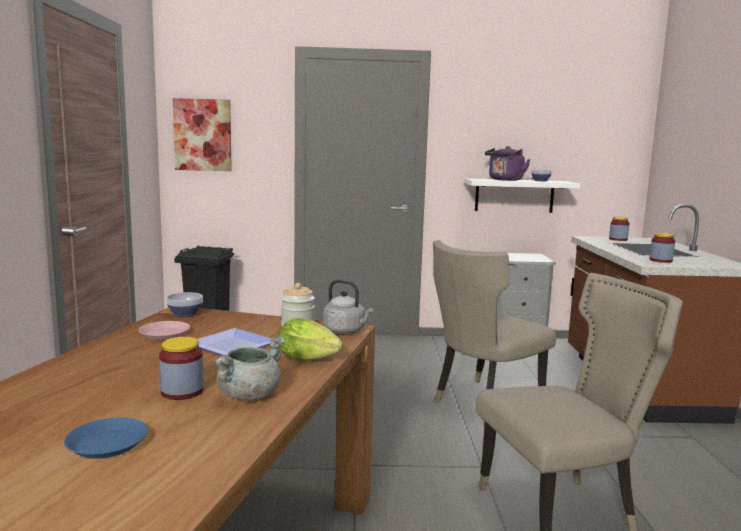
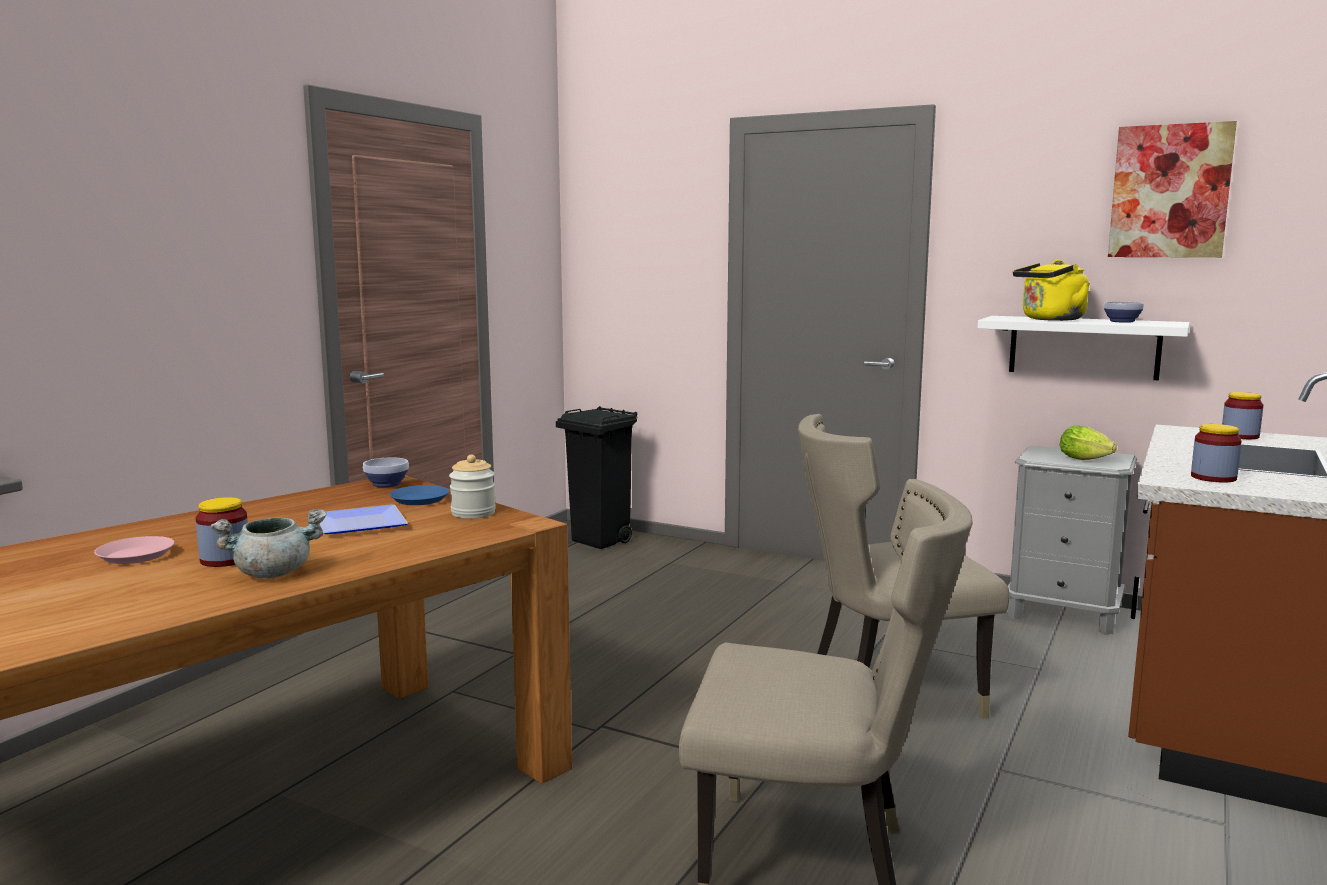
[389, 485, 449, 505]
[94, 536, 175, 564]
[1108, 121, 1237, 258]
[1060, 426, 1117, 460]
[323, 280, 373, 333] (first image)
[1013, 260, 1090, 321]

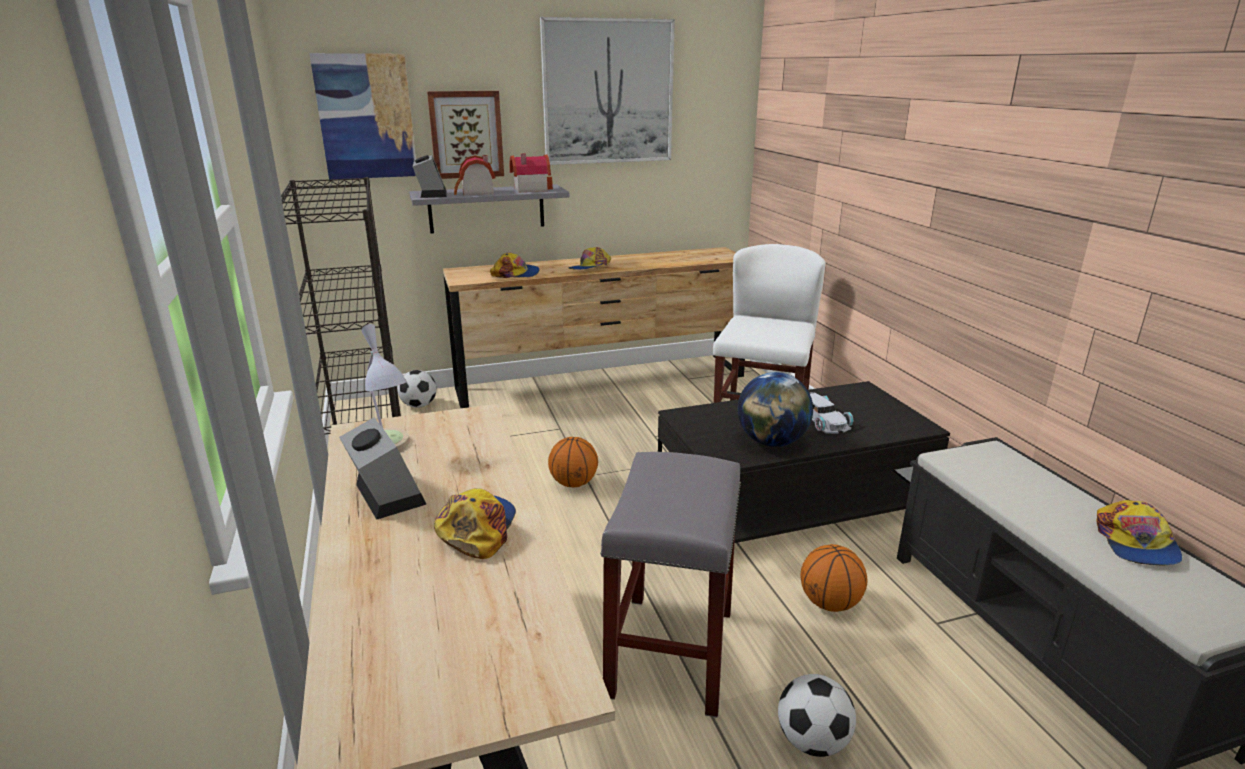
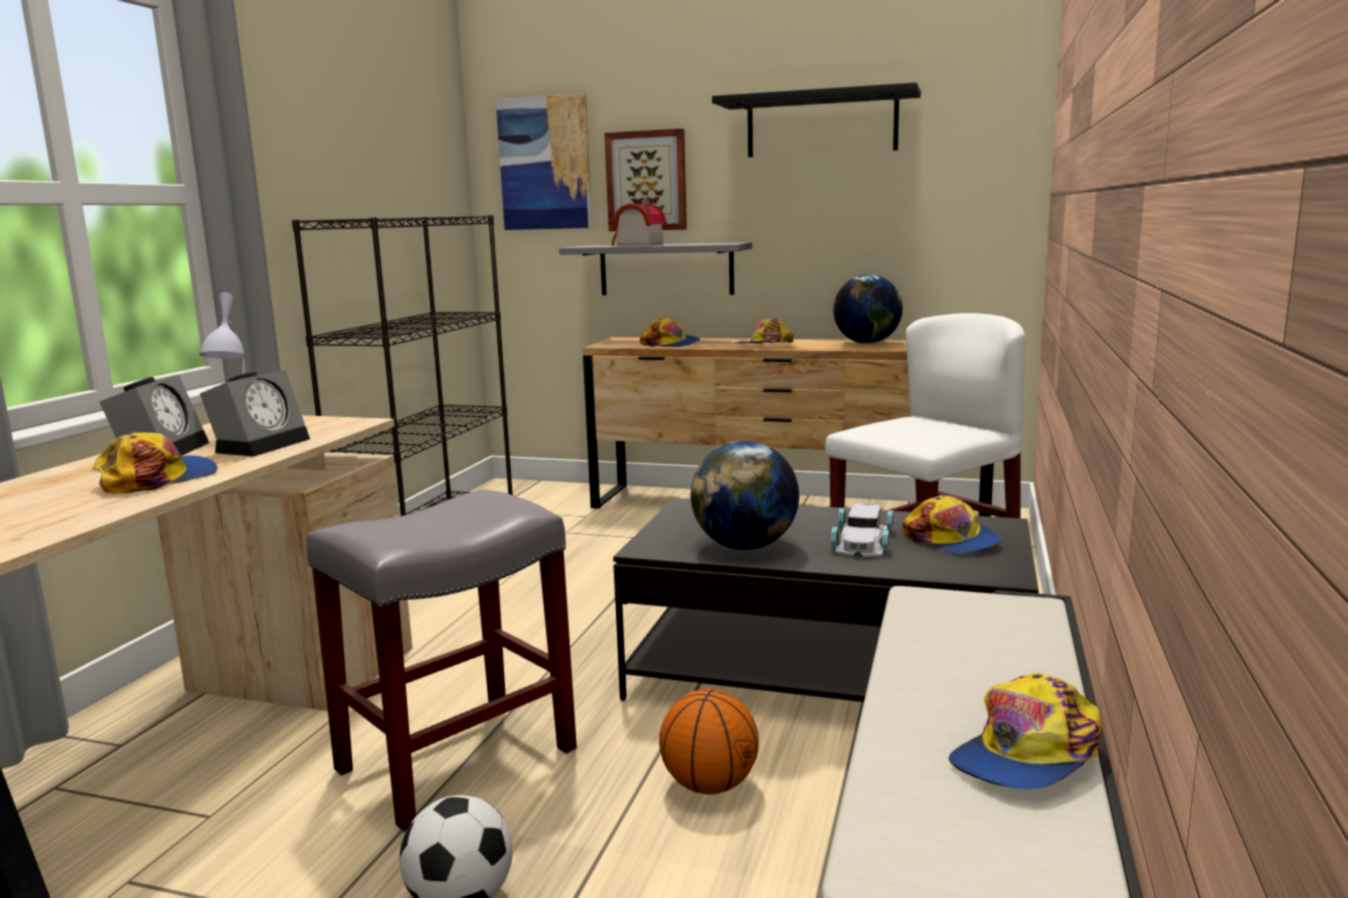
[398, 370, 437, 408] (first image)
[200, 370, 310, 457]
[510, 153, 553, 192] (first image)
[712, 82, 921, 157]
[548, 437, 598, 488] (first image)
[833, 274, 903, 344]
[902, 495, 1001, 555]

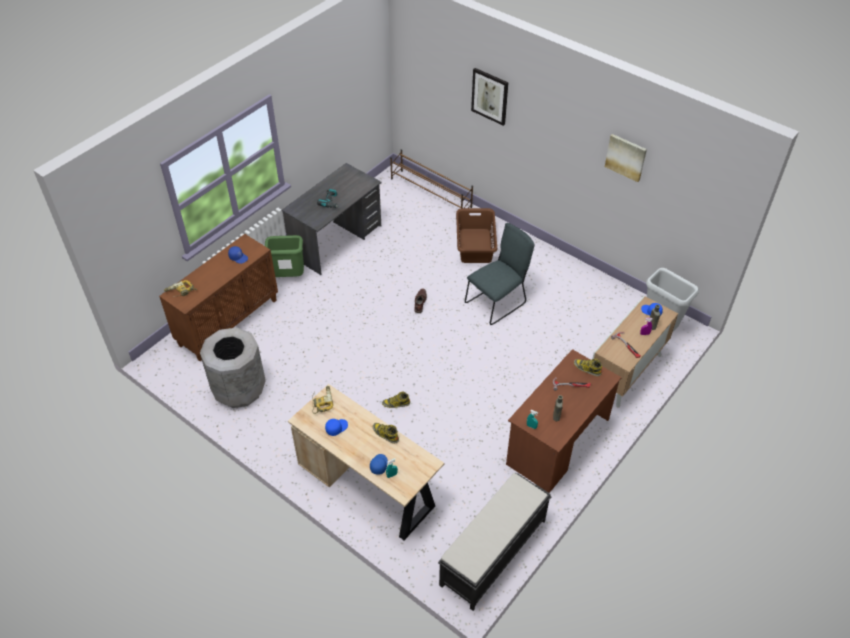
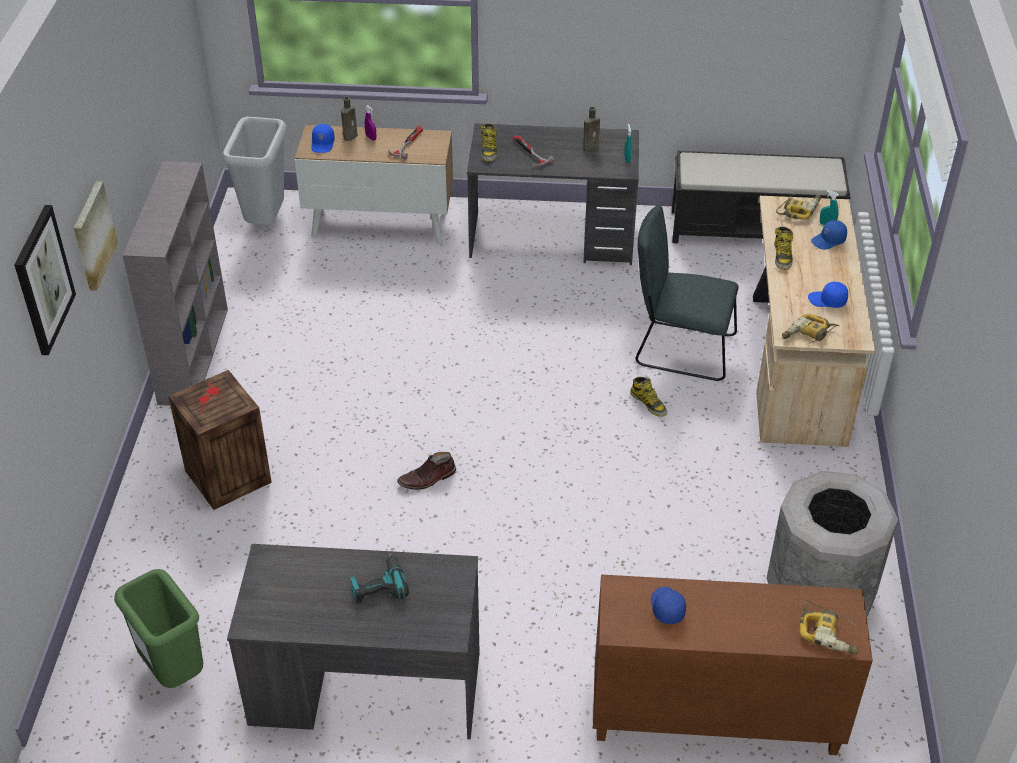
[114, 569, 203, 688]
[390, 149, 473, 208] (first image)
[168, 370, 272, 510]
[636, 204, 739, 381]
[467, 124, 639, 265]
[74, 181, 118, 291]
[122, 161, 228, 406]
[776, 193, 821, 220]

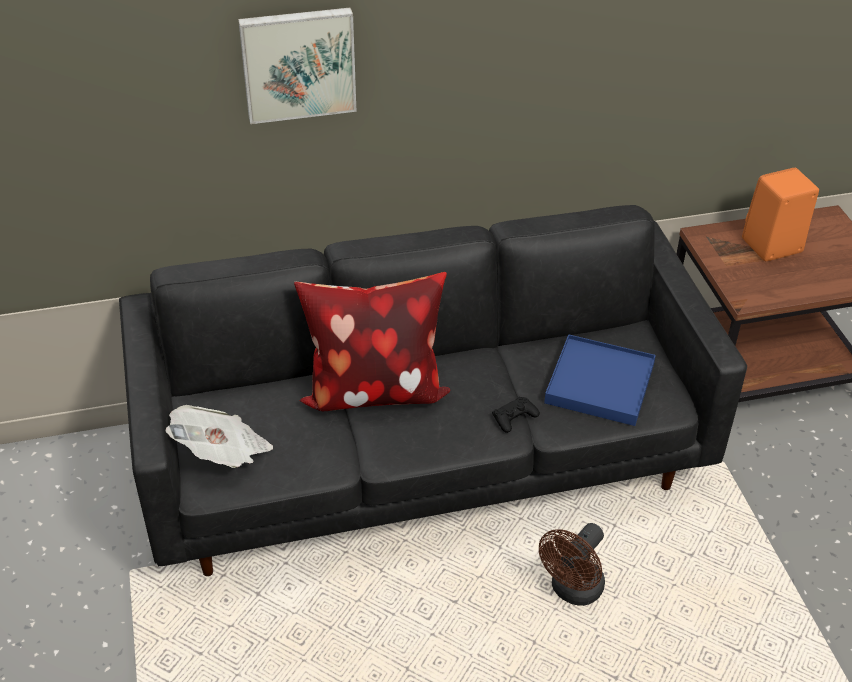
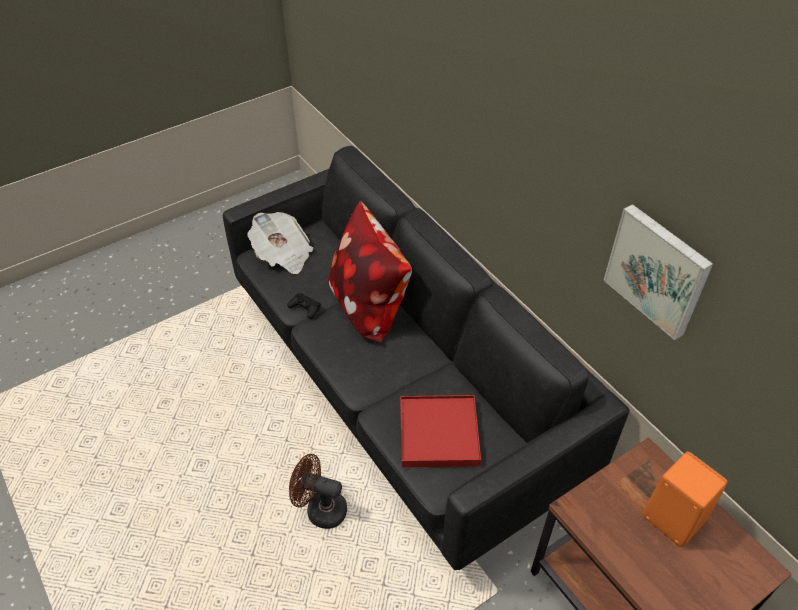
[603, 204, 713, 340]
[287, 293, 321, 319]
[400, 395, 481, 467]

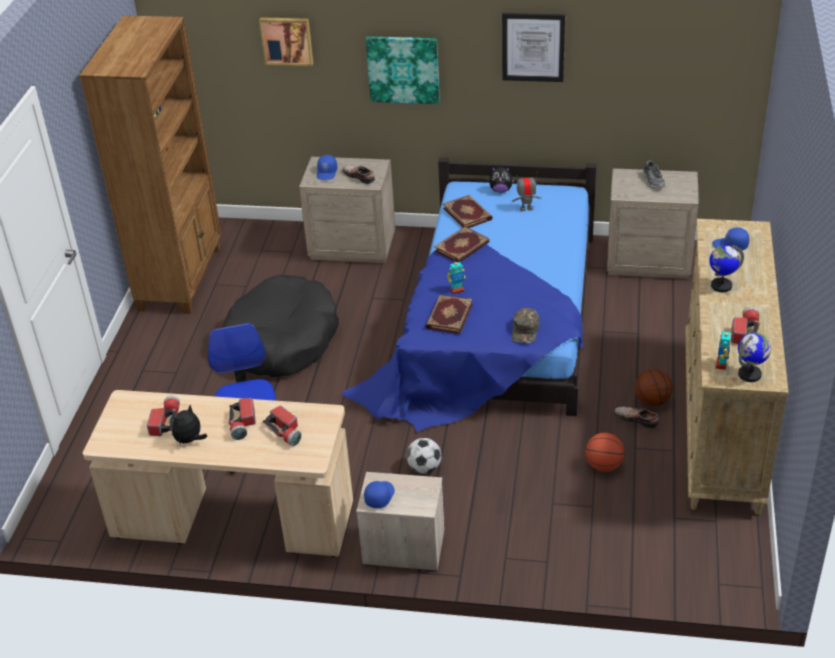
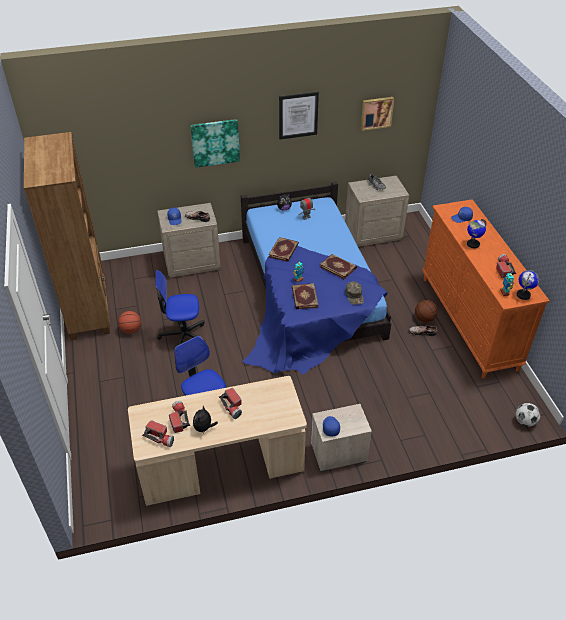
[155, 270, 205, 345]
[361, 97, 394, 131]
[142, 420, 174, 447]
[516, 403, 540, 427]
[320, 254, 357, 279]
[118, 311, 141, 334]
[422, 199, 550, 379]

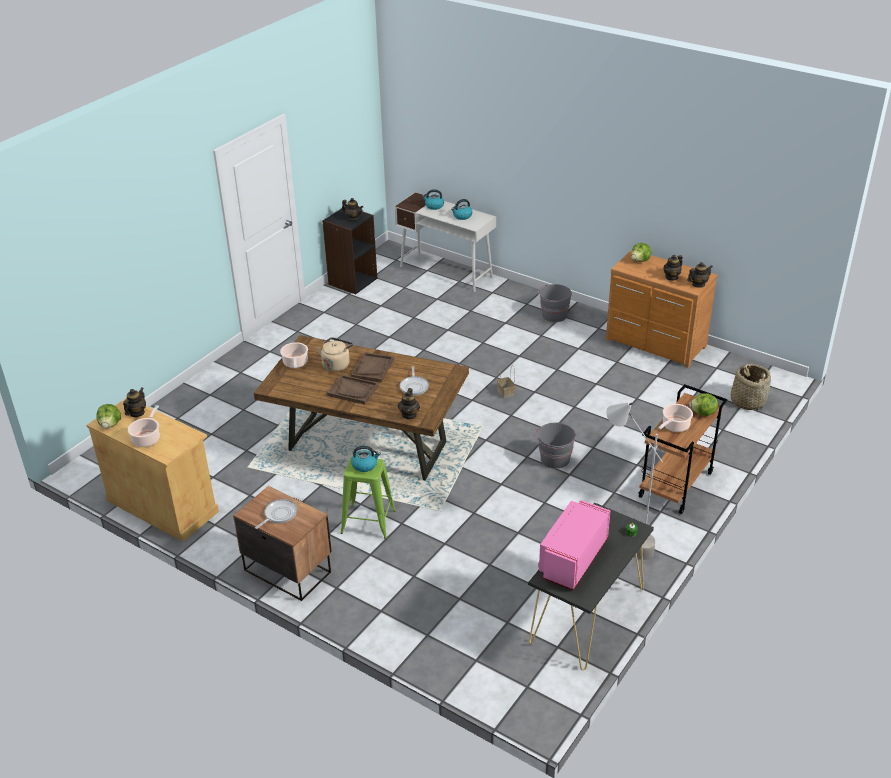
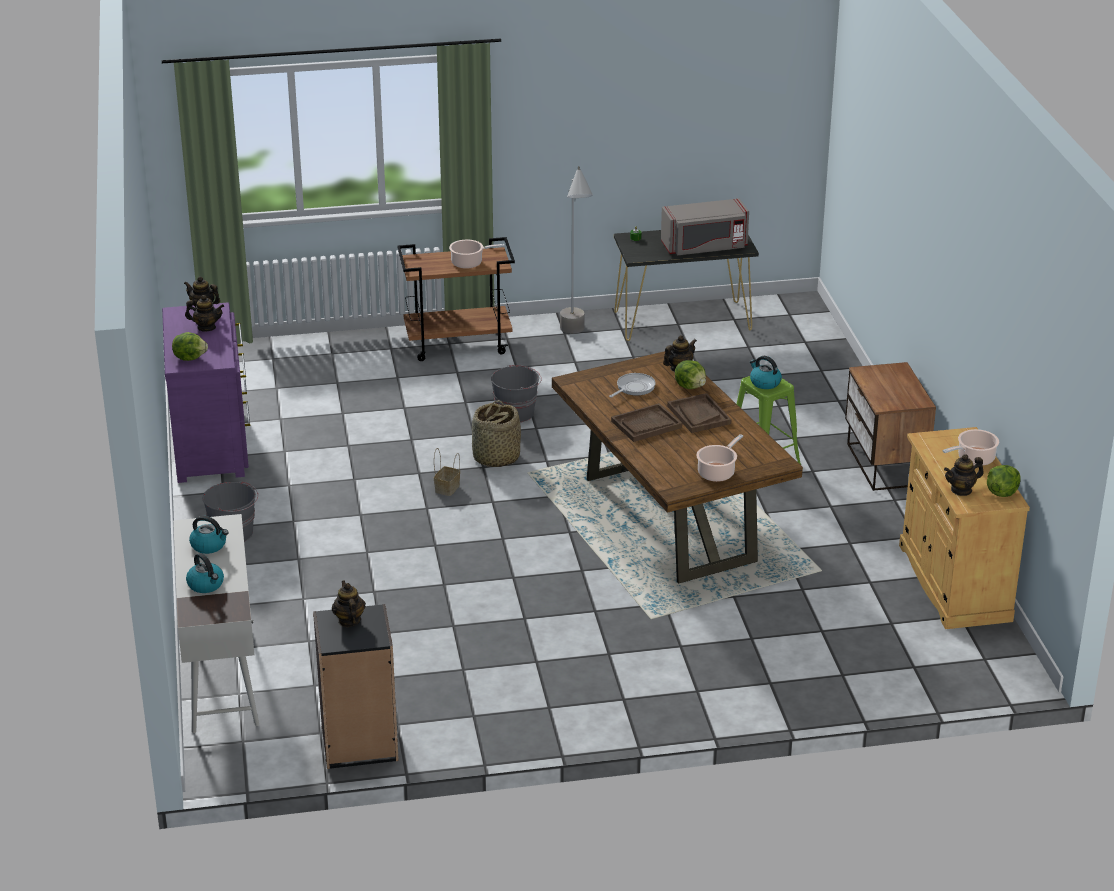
[255, 499, 297, 529] (first image)
[317, 337, 353, 372] (first image)
[661, 198, 749, 256]
[162, 303, 250, 483]
[675, 360, 706, 389]
[472, 400, 521, 467]

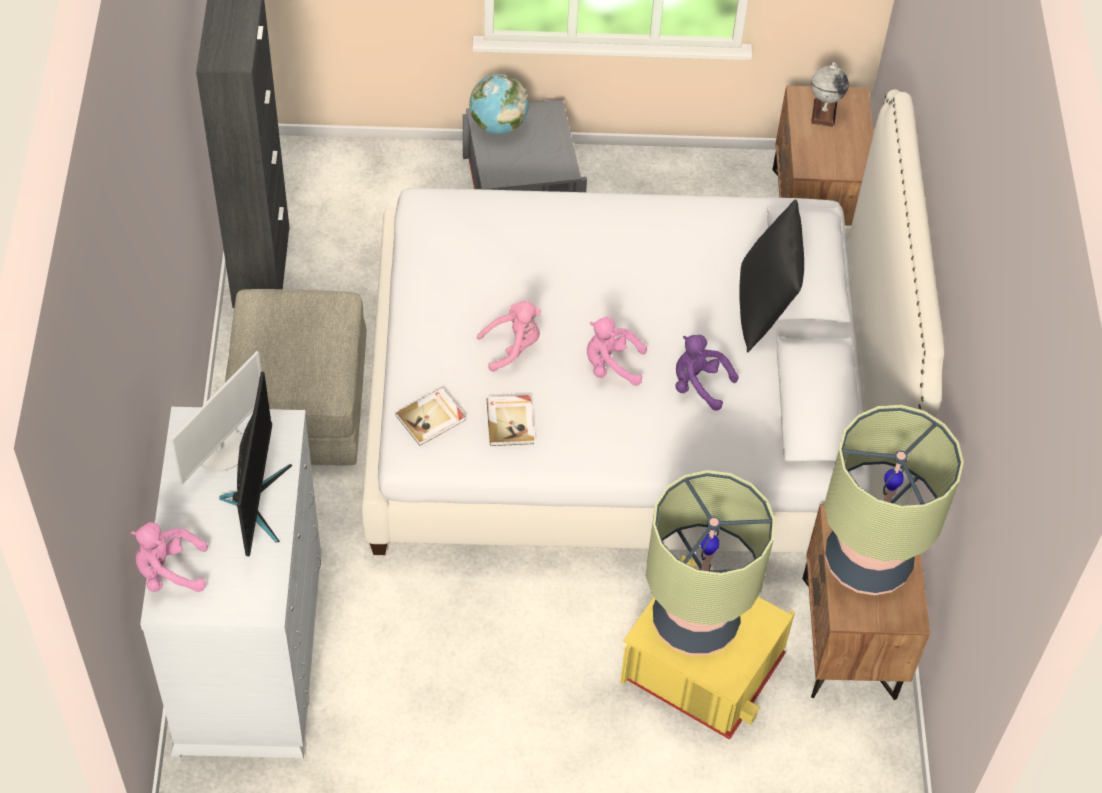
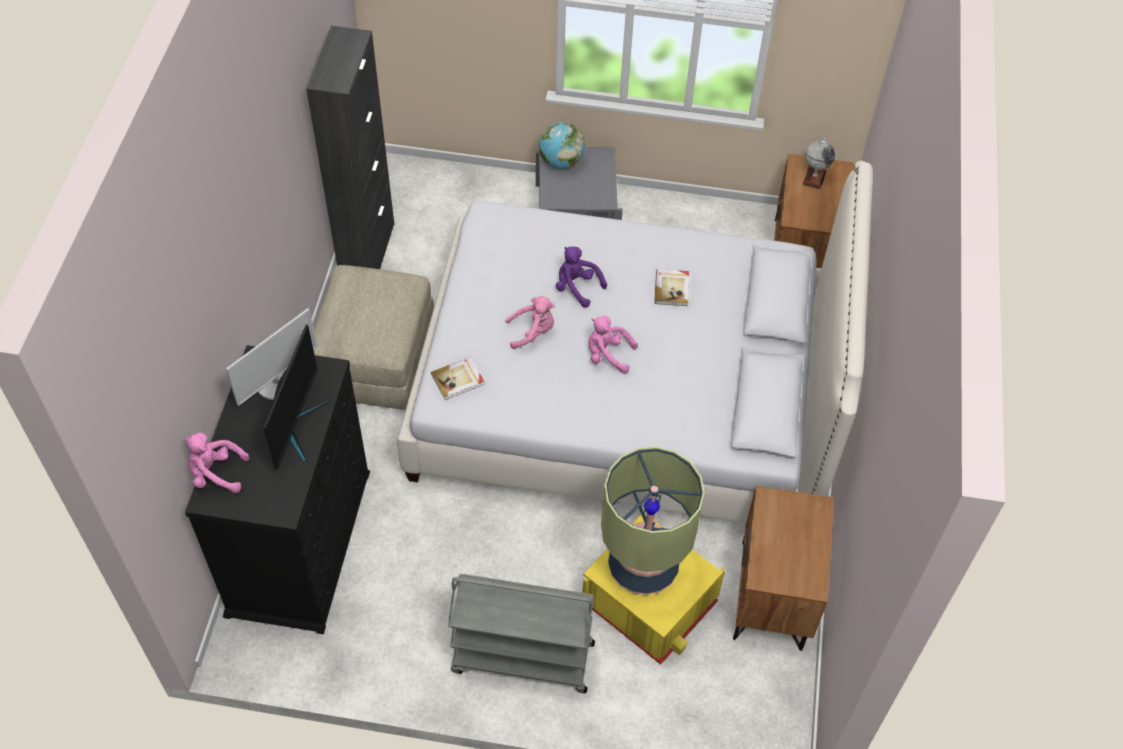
[185, 345, 370, 634]
[655, 269, 689, 306]
[556, 246, 607, 308]
[739, 200, 804, 352] (first image)
[824, 405, 964, 595] (first image)
[448, 574, 595, 693]

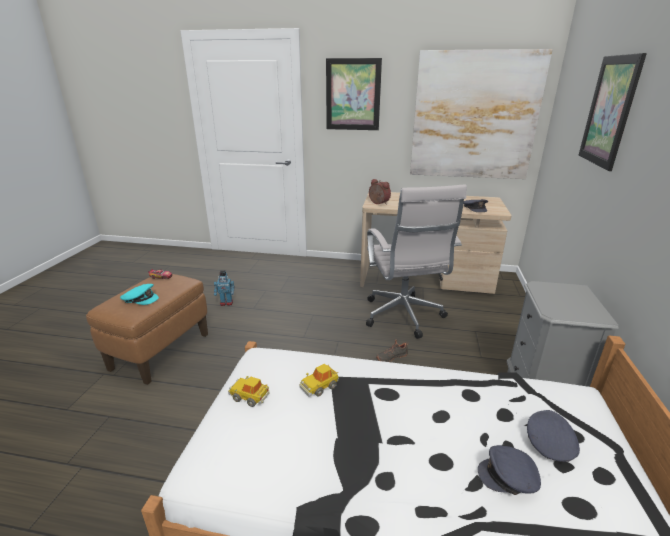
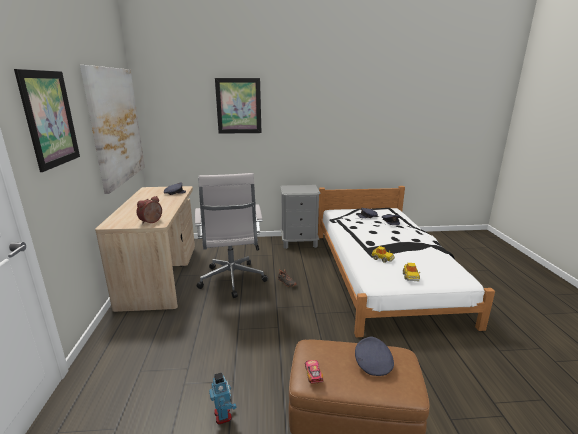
[355, 336, 394, 376]
[195, 173, 268, 298]

